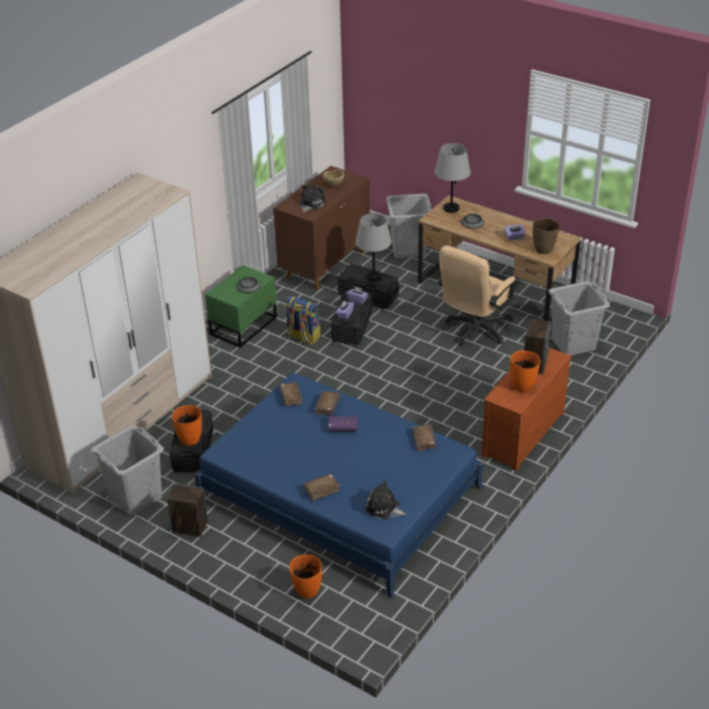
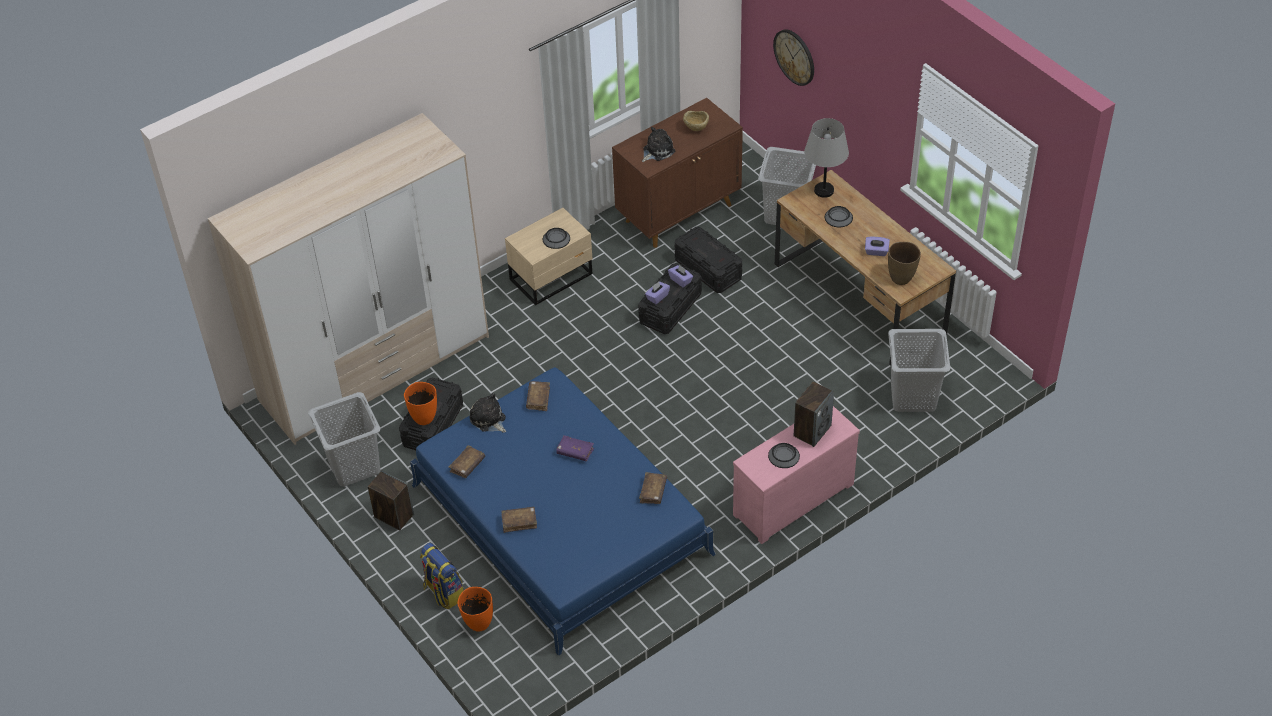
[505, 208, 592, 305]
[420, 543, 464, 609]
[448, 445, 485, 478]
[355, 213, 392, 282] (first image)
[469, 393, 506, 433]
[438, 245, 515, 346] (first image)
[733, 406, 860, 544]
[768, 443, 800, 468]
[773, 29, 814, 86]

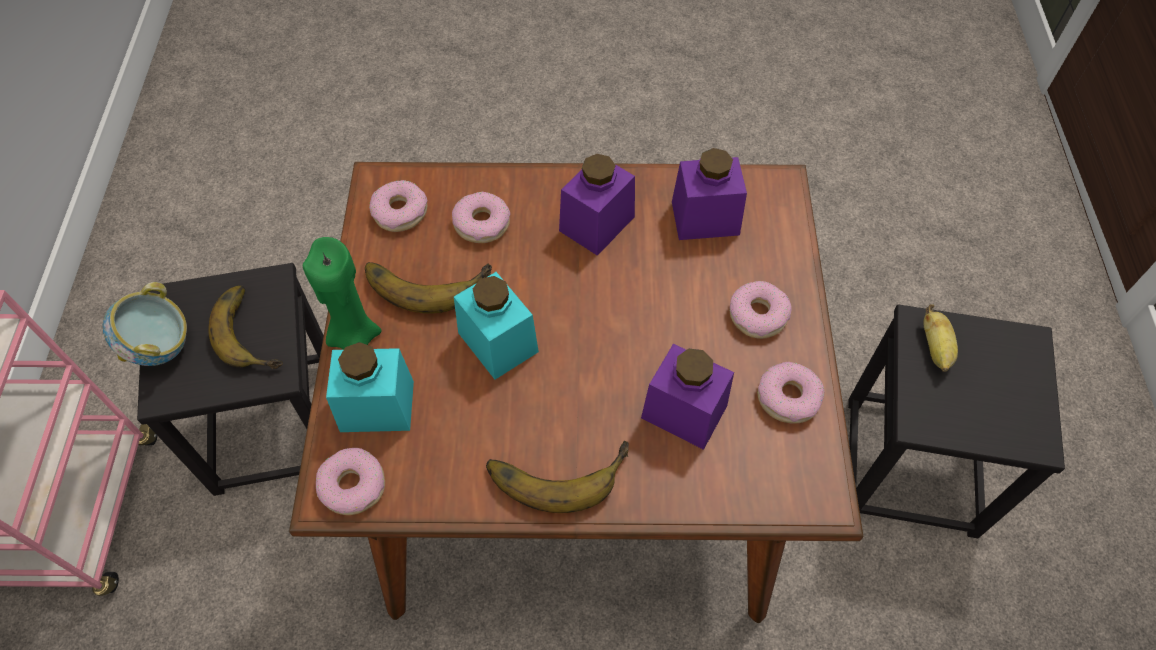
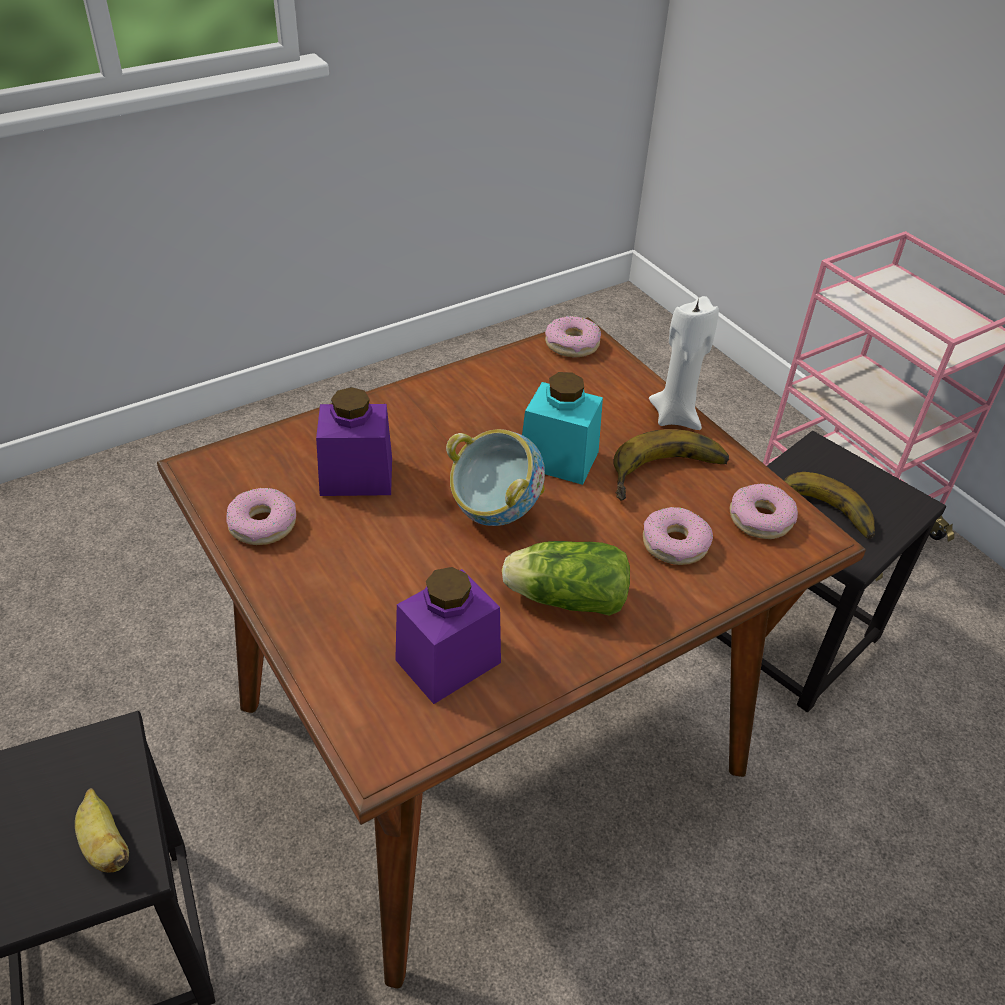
[446, 429, 545, 526]
[649, 296, 719, 430]
[326, 342, 414, 432] (first image)
[486, 441, 629, 513] (first image)
[502, 541, 630, 616]
[730, 281, 792, 339] (first image)

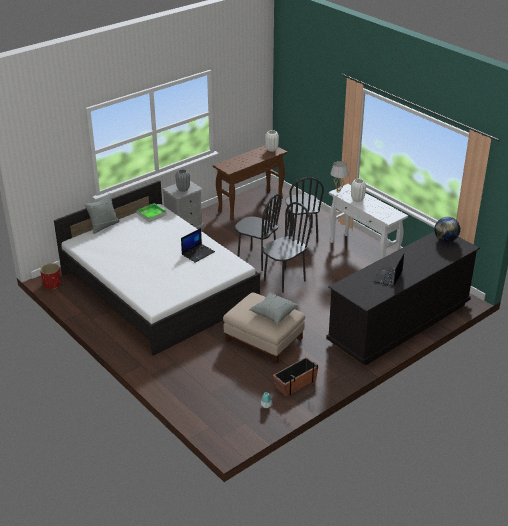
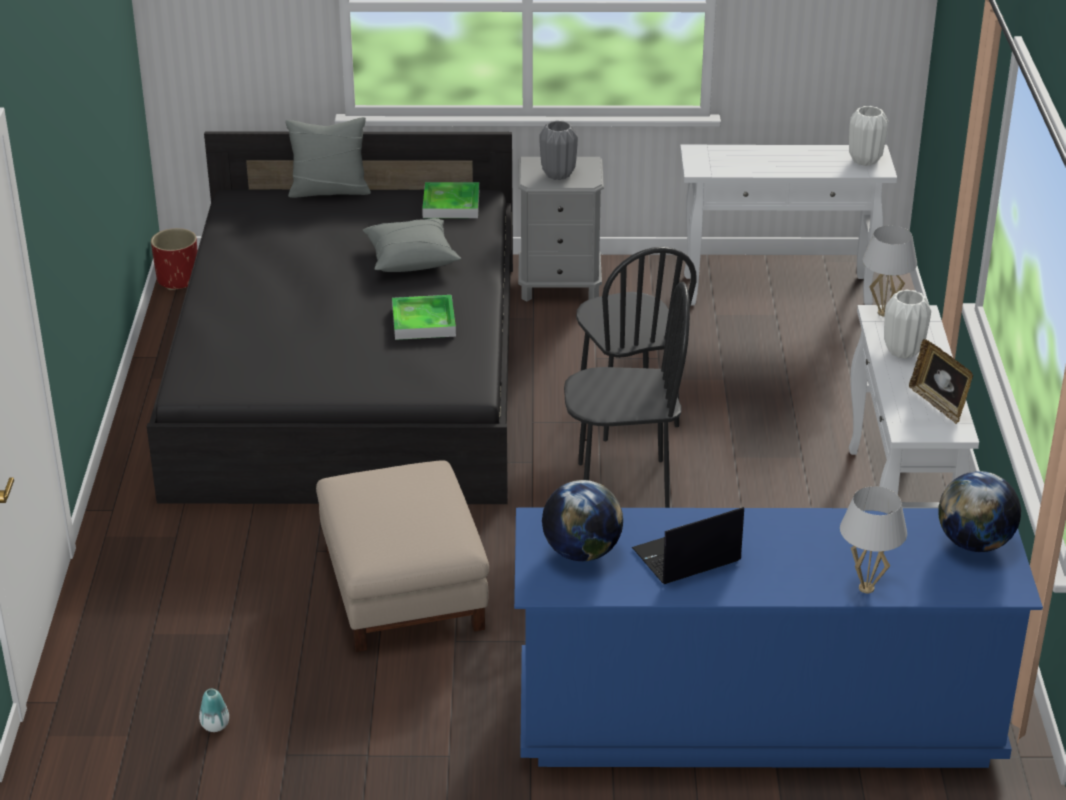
[147, 131, 513, 504]
[392, 295, 456, 340]
[680, 145, 897, 305]
[363, 218, 461, 272]
[273, 357, 318, 397] (first image)
[286, 177, 324, 243] (first image)
[514, 508, 1043, 768]
[542, 480, 623, 561]
[840, 486, 907, 593]
[909, 339, 973, 424]

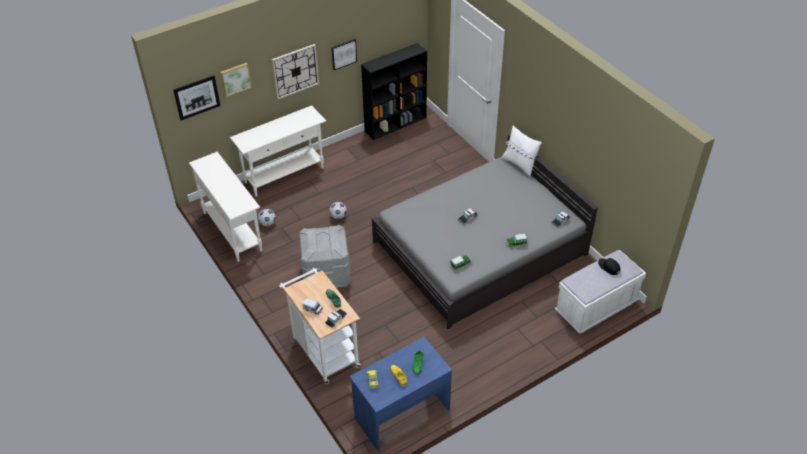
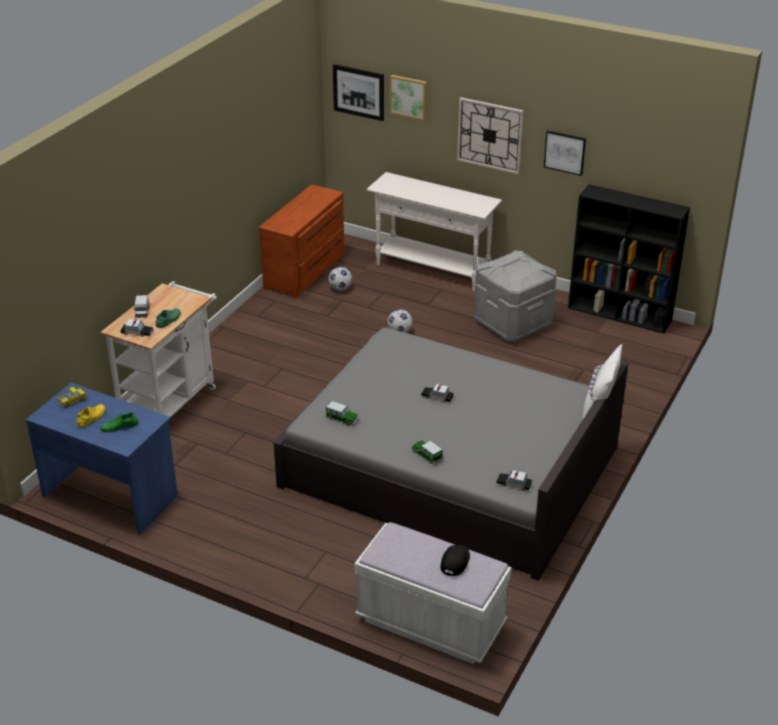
[259, 184, 344, 299]
[474, 250, 557, 342]

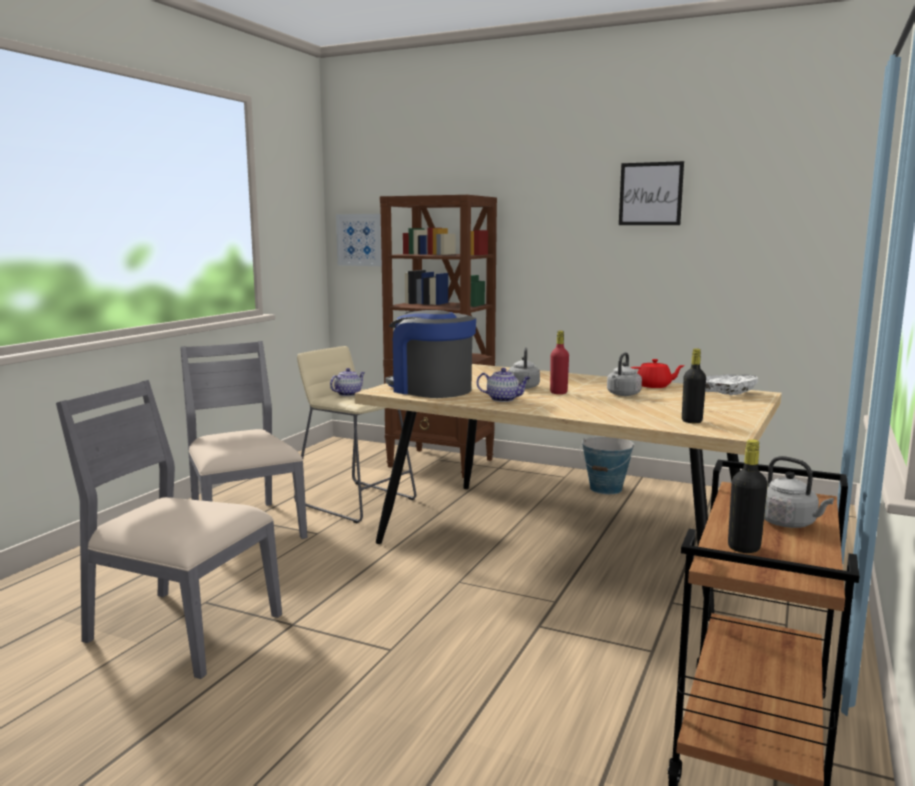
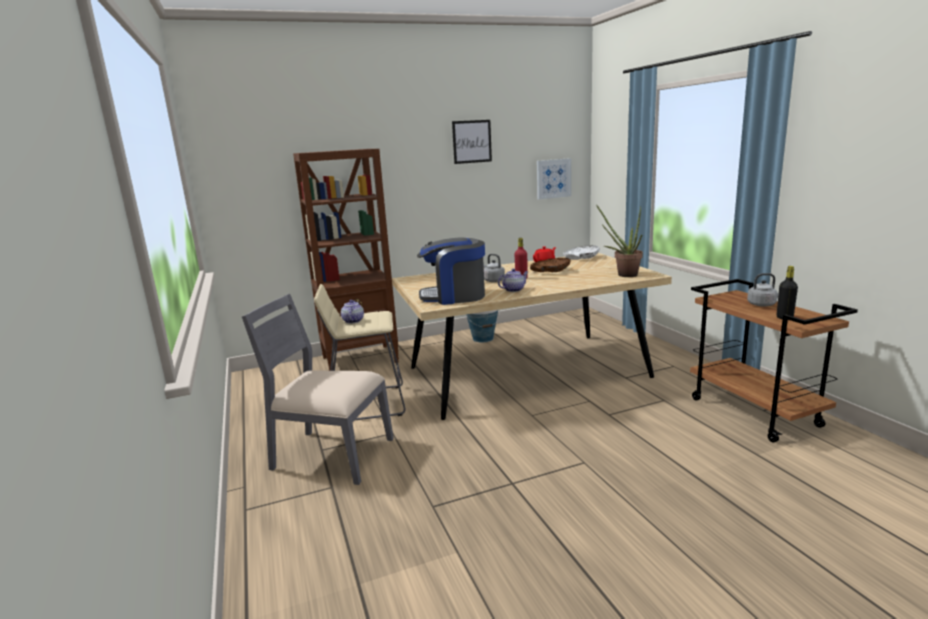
[56, 380, 282, 679] (first image)
[537, 158, 571, 199]
[530, 258, 570, 272]
[596, 205, 643, 277]

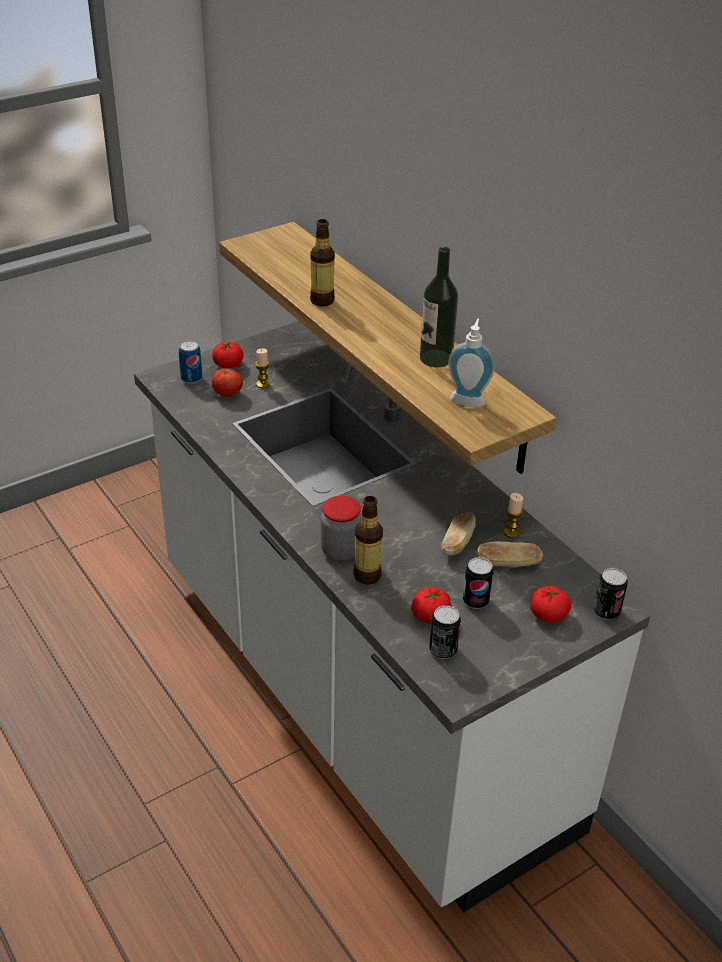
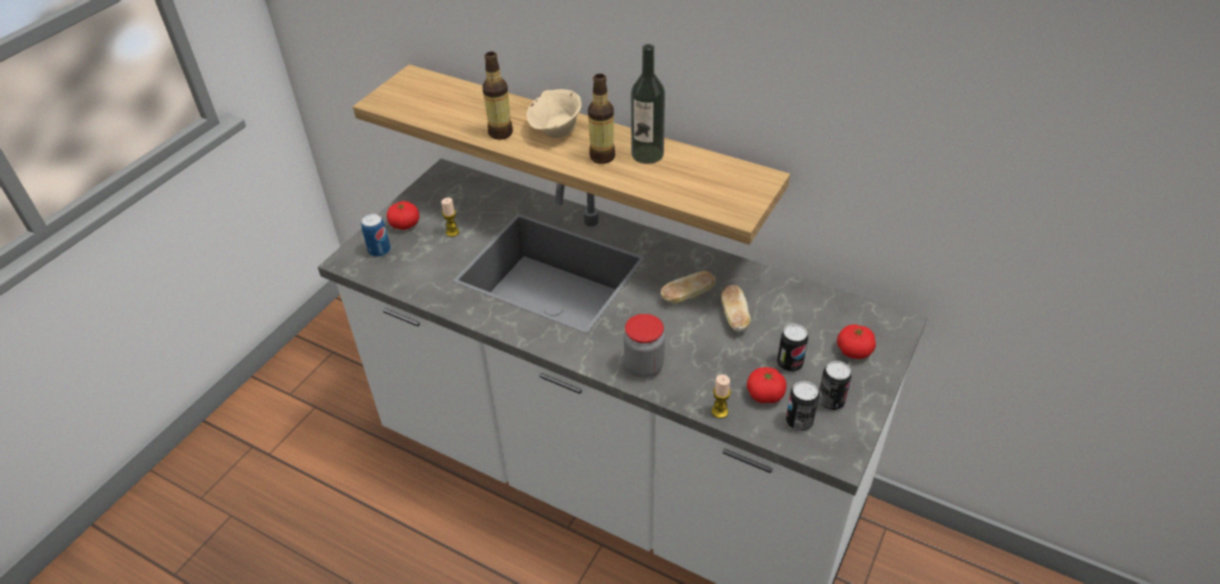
[212, 369, 243, 397] (first image)
[588, 74, 615, 164]
[448, 319, 495, 407] (first image)
[661, 271, 716, 303]
[712, 375, 731, 418]
[818, 361, 852, 410]
[526, 89, 582, 138]

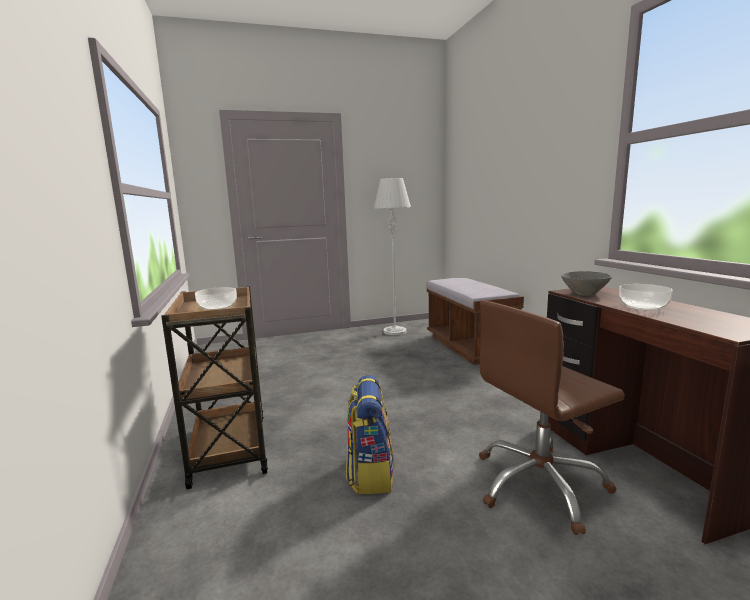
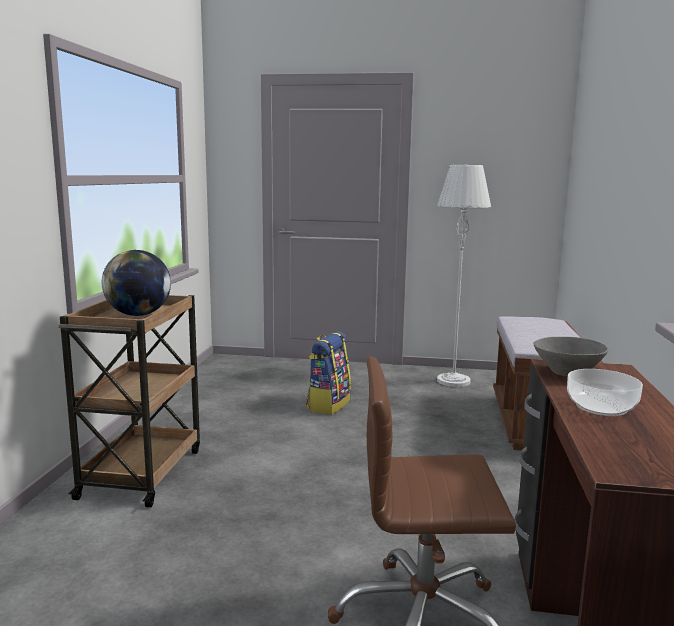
[102, 250, 171, 316]
[306, 332, 351, 415]

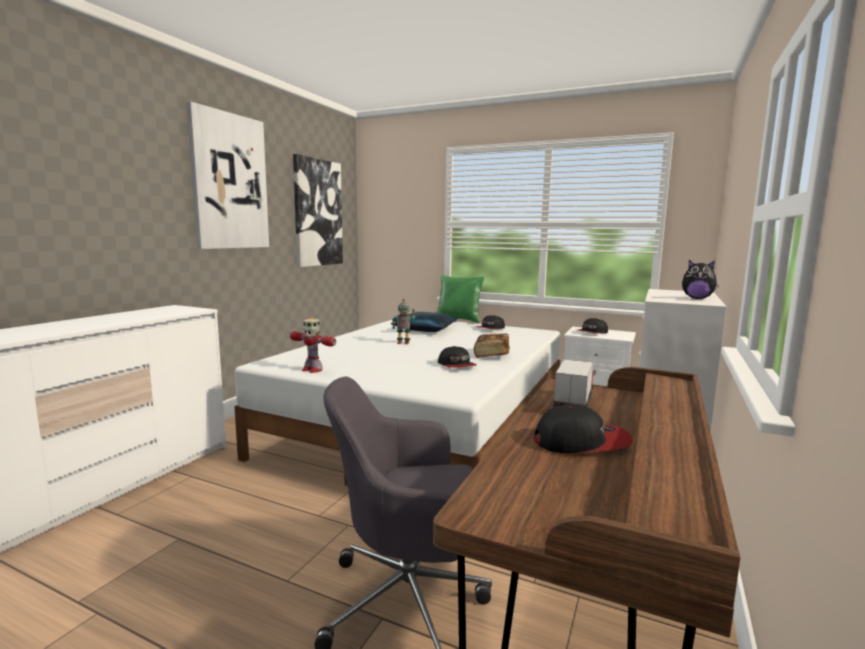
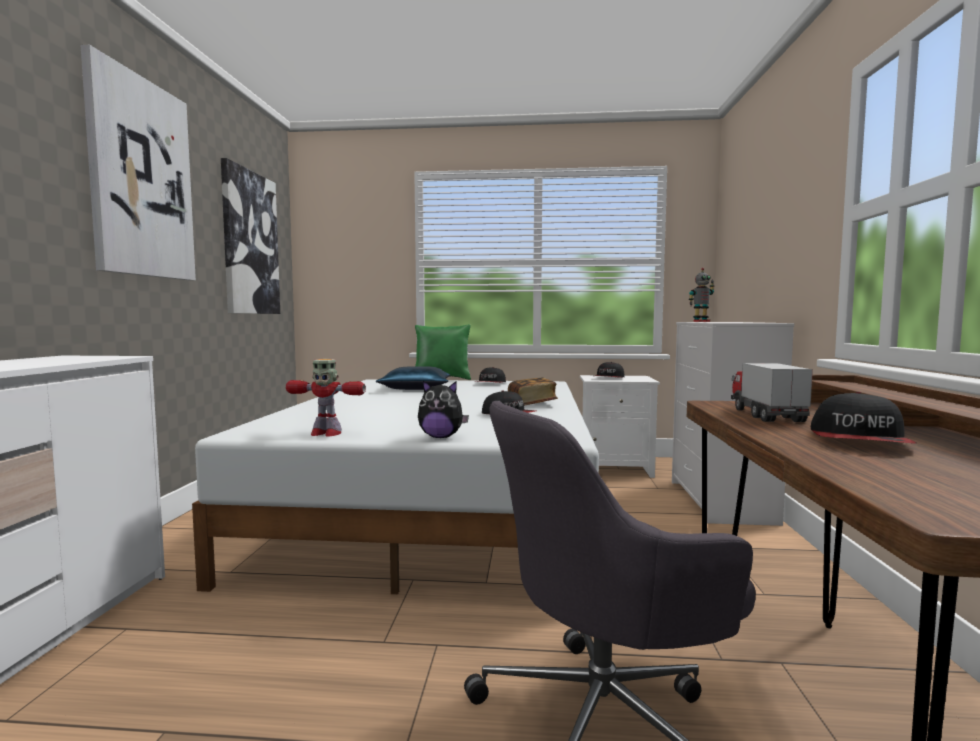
[689, 268, 714, 322]
[811, 392, 916, 444]
[418, 381, 469, 438]

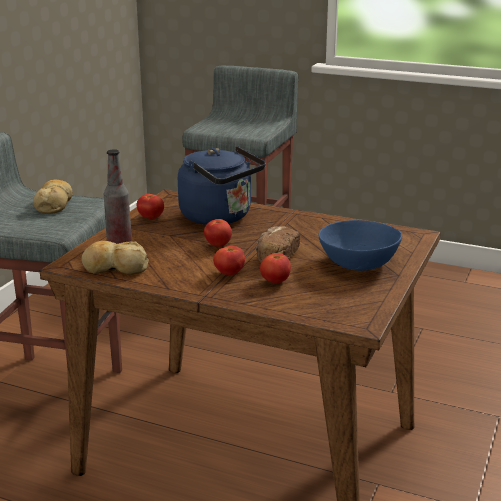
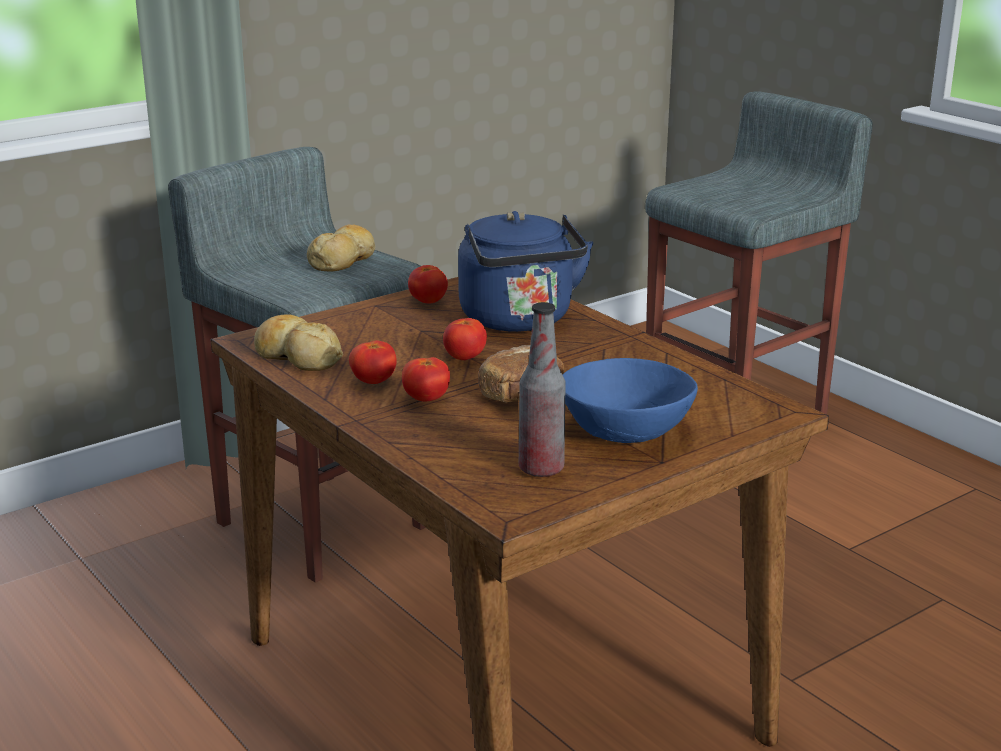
[519, 302, 566, 477]
[349, 340, 397, 384]

